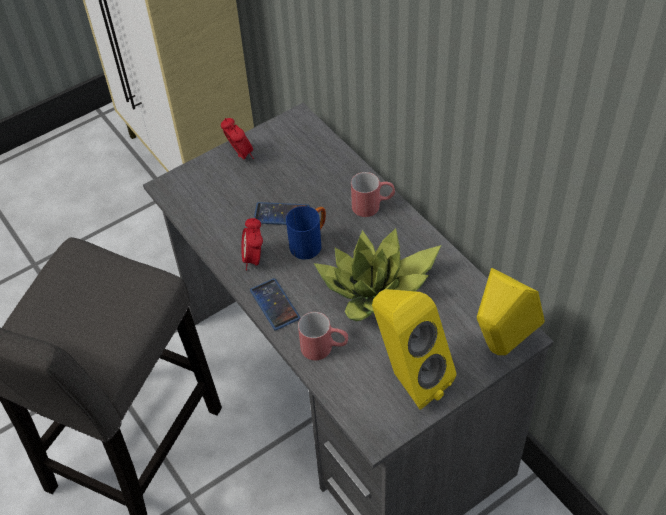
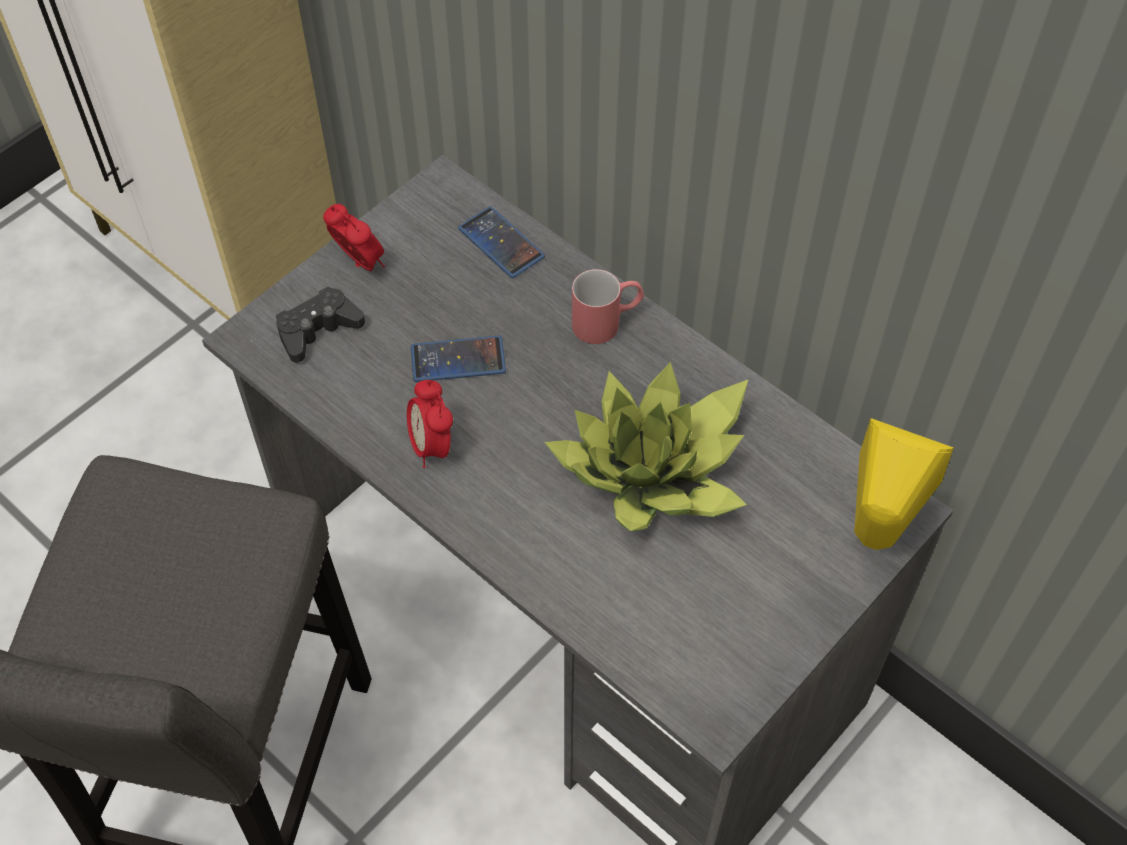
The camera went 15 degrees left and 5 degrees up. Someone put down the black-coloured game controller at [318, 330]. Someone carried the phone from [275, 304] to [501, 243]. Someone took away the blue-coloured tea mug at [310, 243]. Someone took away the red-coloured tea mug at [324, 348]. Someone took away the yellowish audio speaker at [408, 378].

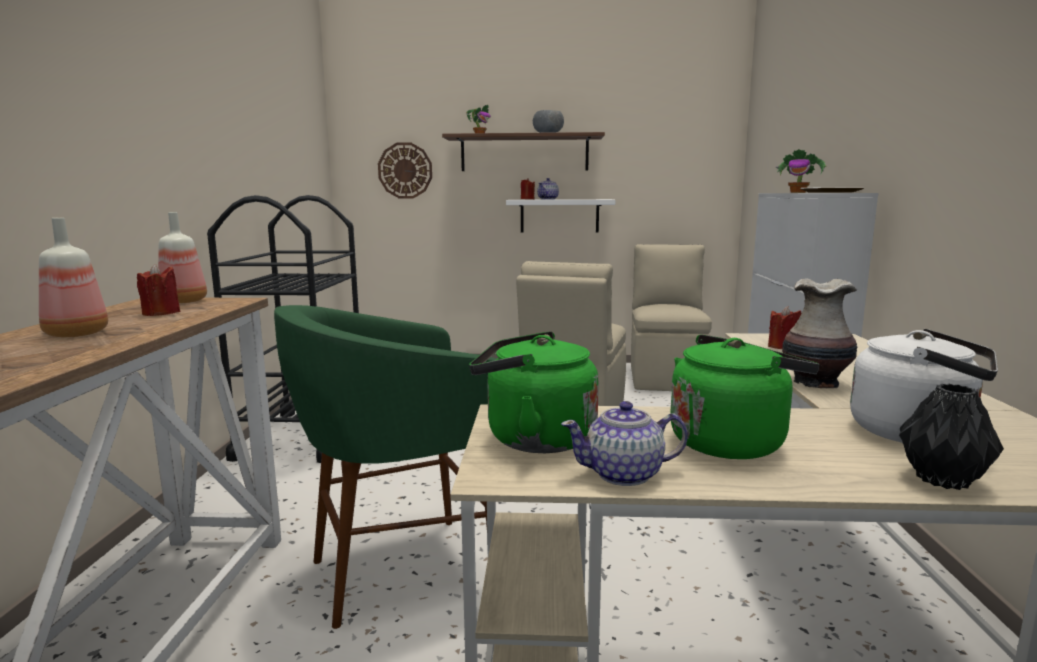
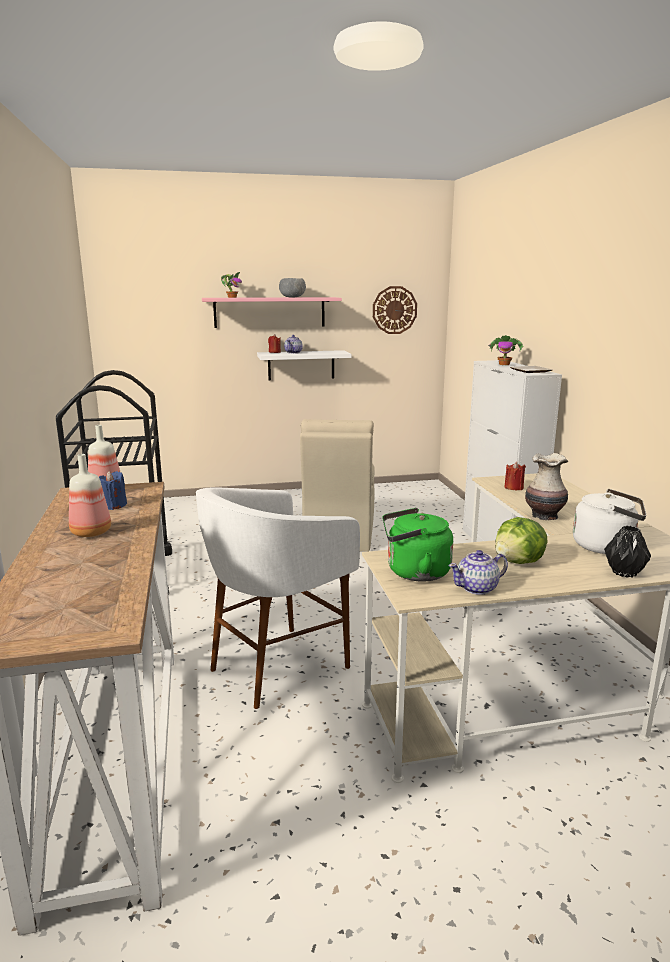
The camera went 15 degrees left and 5 degrees up. Someone repainted the red-coloured wax light at [161, 313], which became the blue-coloured wax light at [113, 506]. Someone repainted the greenish stool seat at [401, 571], which became the white stool seat at [277, 667]. Someone repainted the brownish bracket shelf at [524, 153], which became the pink-coloured bracket shelf at [269, 312]. Someone carried the hanging clock from [405, 170] to [394, 310]. Someone swapped the greenish water kettle at [731, 442] for the lettuce at [519, 562]. Someone took away the beige chair at [666, 377].

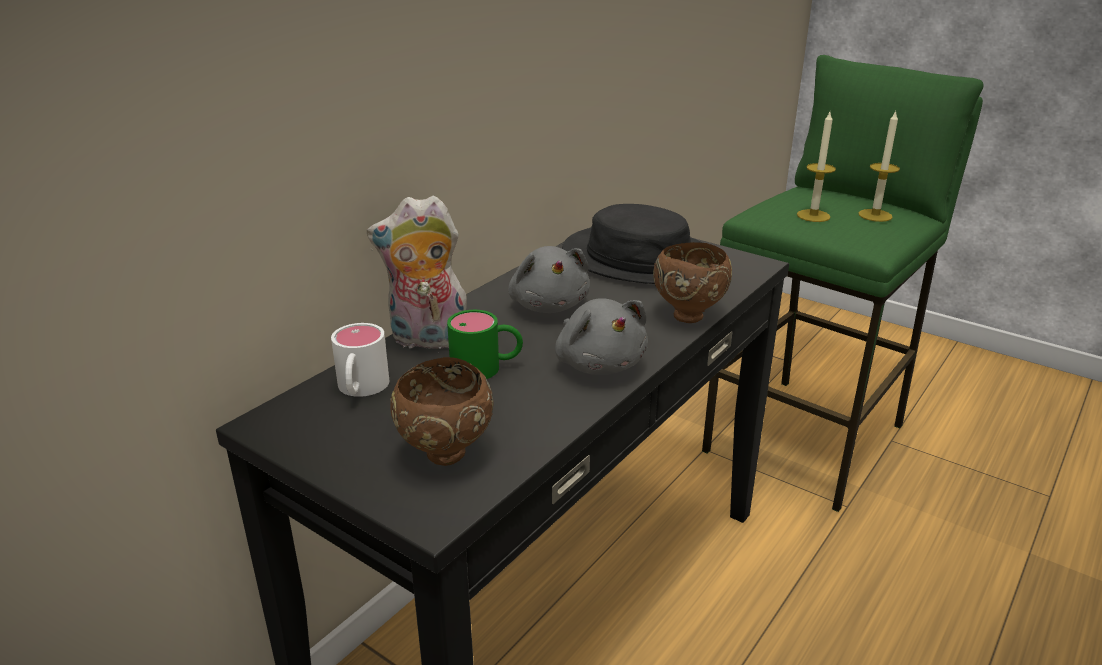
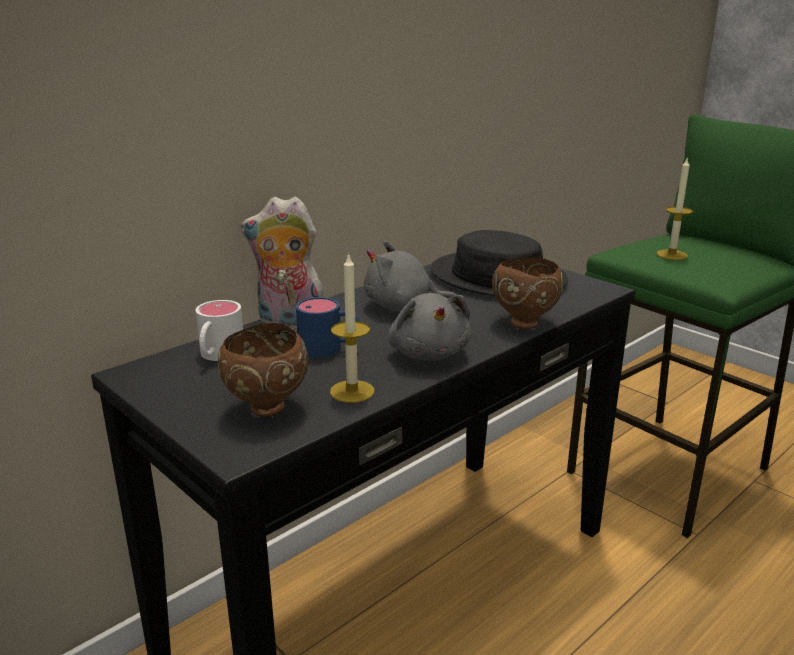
The camera went 10 degrees right and 5 degrees down. Someone repainted the greenish tea mug at [486, 367], which became the blue-coloured tea mug at [330, 348]. Someone carried the wax light from [875, 215] to [352, 391]. Someone rotated the gray soft toy at [549, 305] by 105 degrees clockwise.

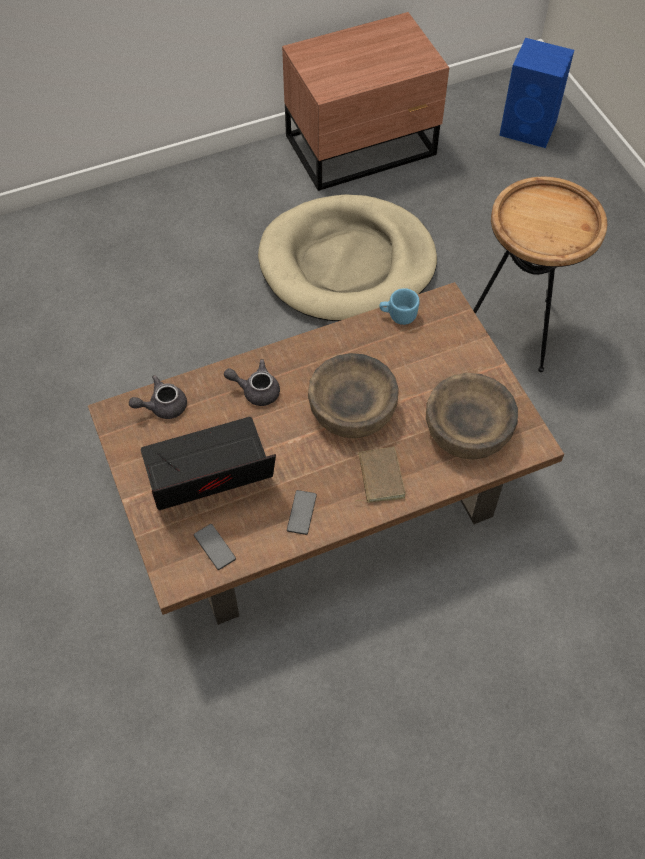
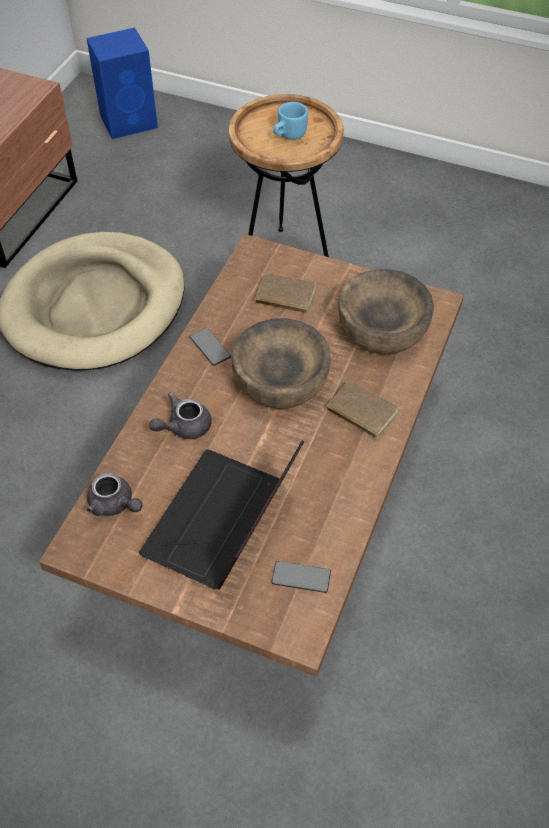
The camera went 45 degrees left and 5 degrees down. Someone rotated the gray tea pot at [162, 406] by 75 degrees counterclockwise. Someone carried the phone from [301, 512] to [210, 347]. Someone put down the brownish book at [285, 297]. Someone carried the blue-coloured tea mug from [398, 315] to [288, 135].

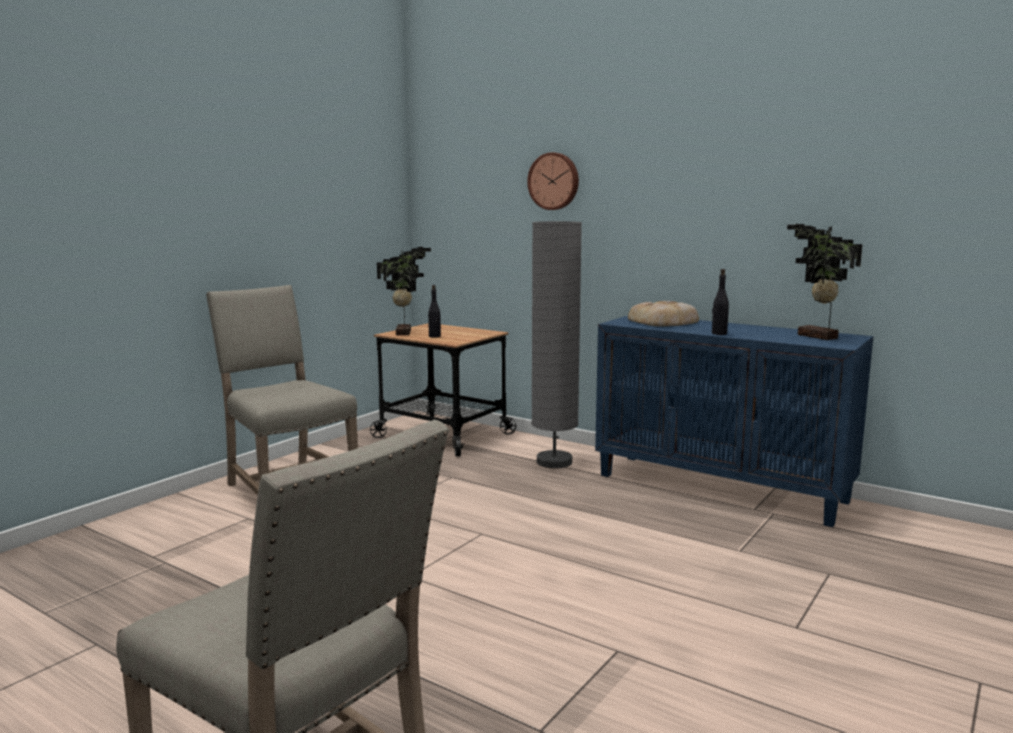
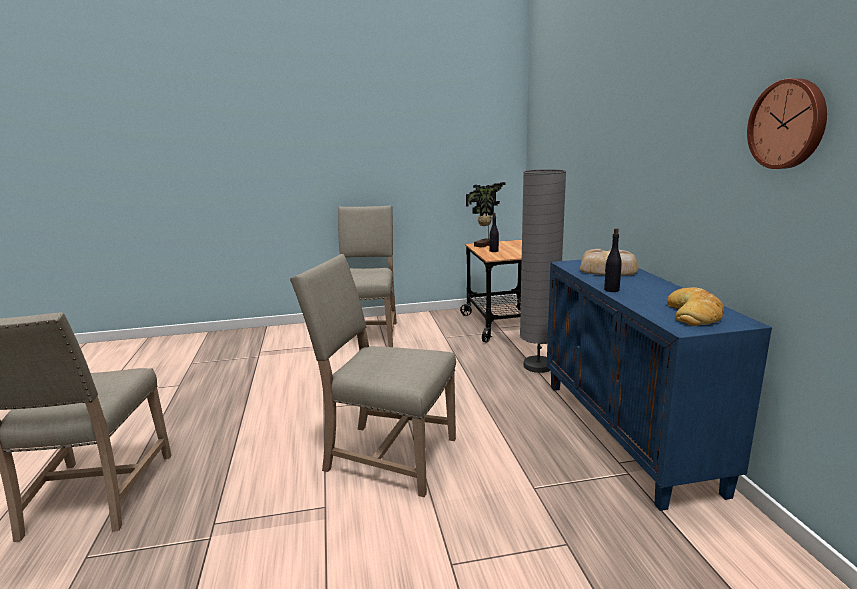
The camera went 45 degrees right and 5 degrees up. Someone put down the beige chair at [386, 455]. Someone swapped the potted plant at [816, 337] for the baked bread at [694, 314]. Someone carried the hanging clock from [554, 181] to [788, 124].

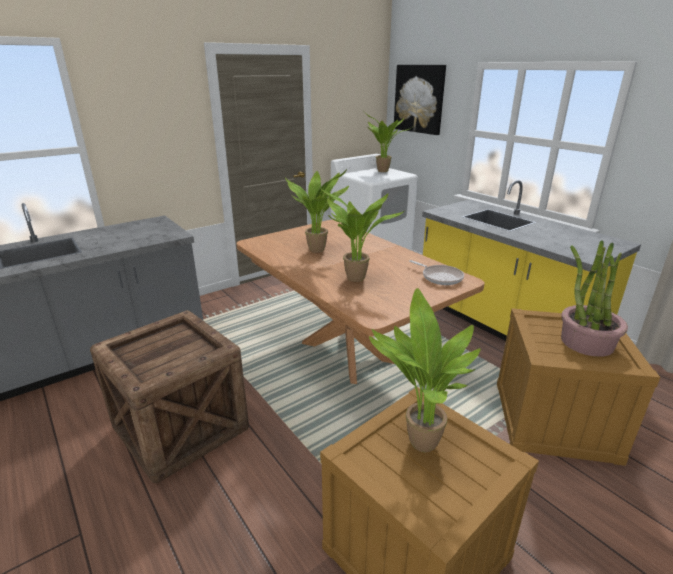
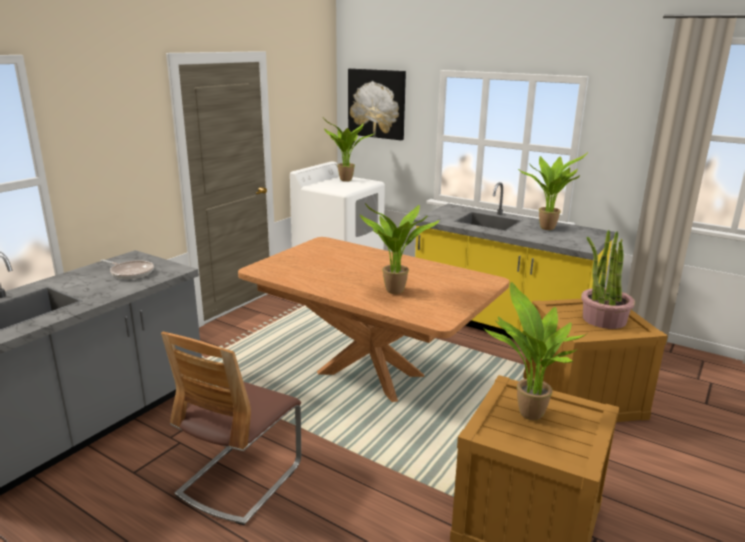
The camera went 20 degrees left and 5 degrees down. Someone carried the skillet from [440, 277] to [130, 272]. Someone swapped the crate at [179, 428] for the chair at [240, 479]. Someone carried the potted plant from [319, 249] to [547, 227].

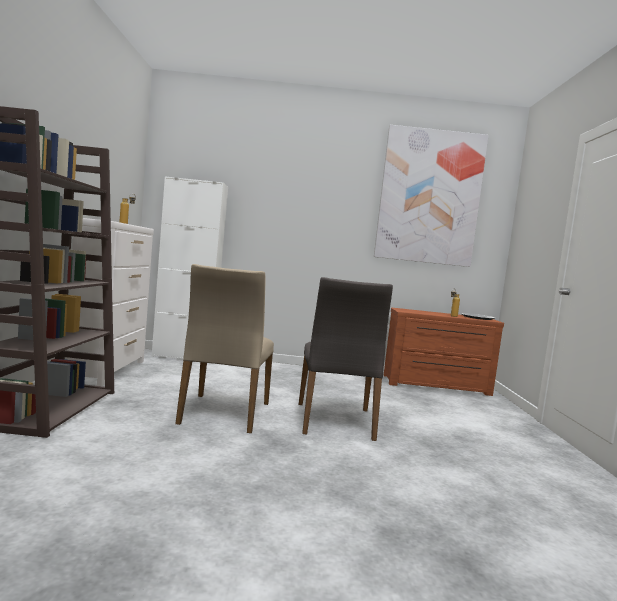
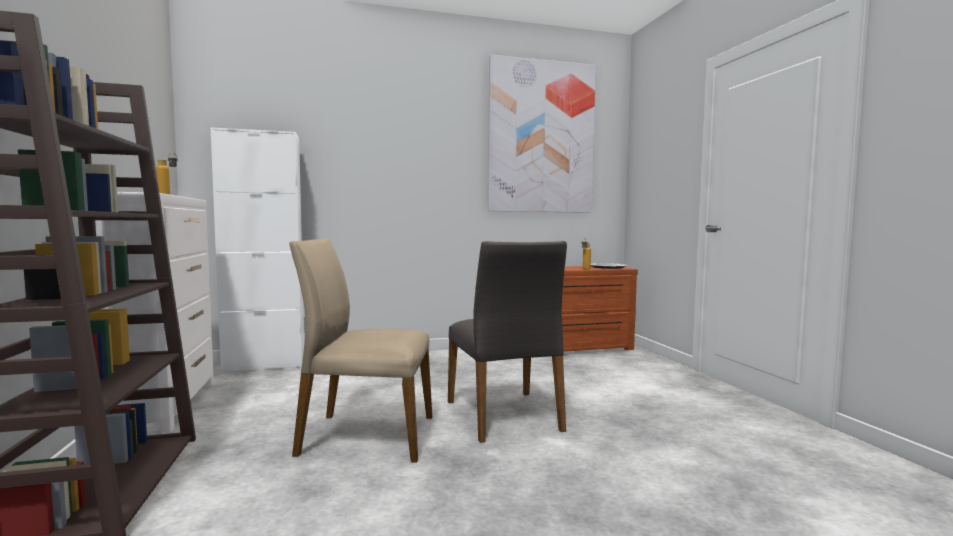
The camera went 15 degrees left and 0 degrees up. Someone rotated the beige chair at [224, 413] by 105 degrees clockwise.

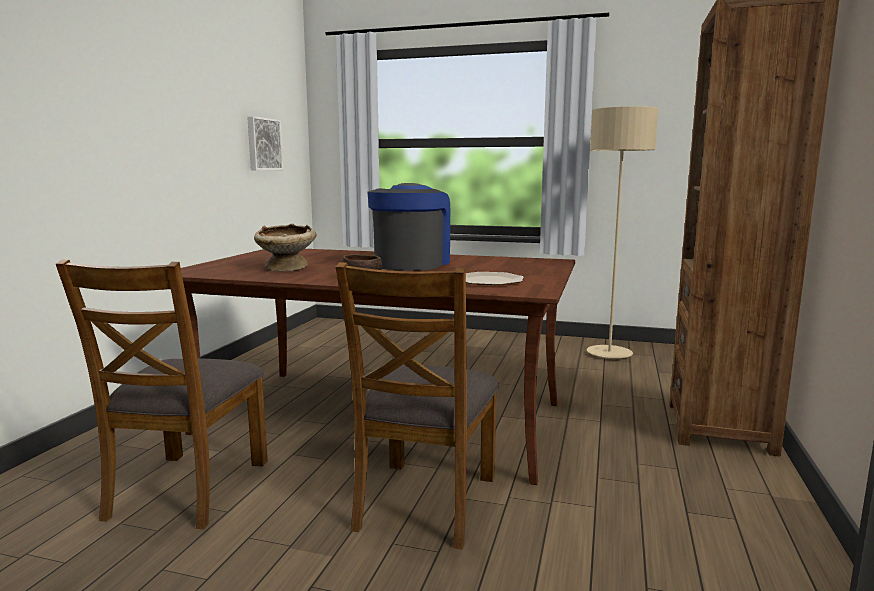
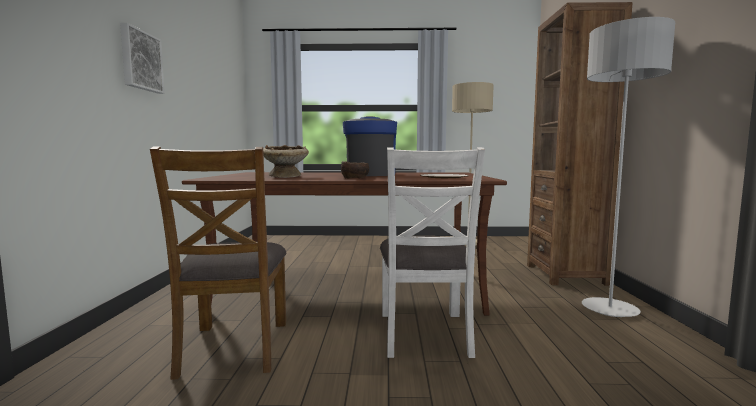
The camera went 15 degrees left and 5 degrees down. Someone carried the wall art from [263, 144] to [140, 60]. Someone repainted the brownish chair at [425, 502], which became the white chair at [425, 333]. Someone put down the gray standard lamp at [609, 309].

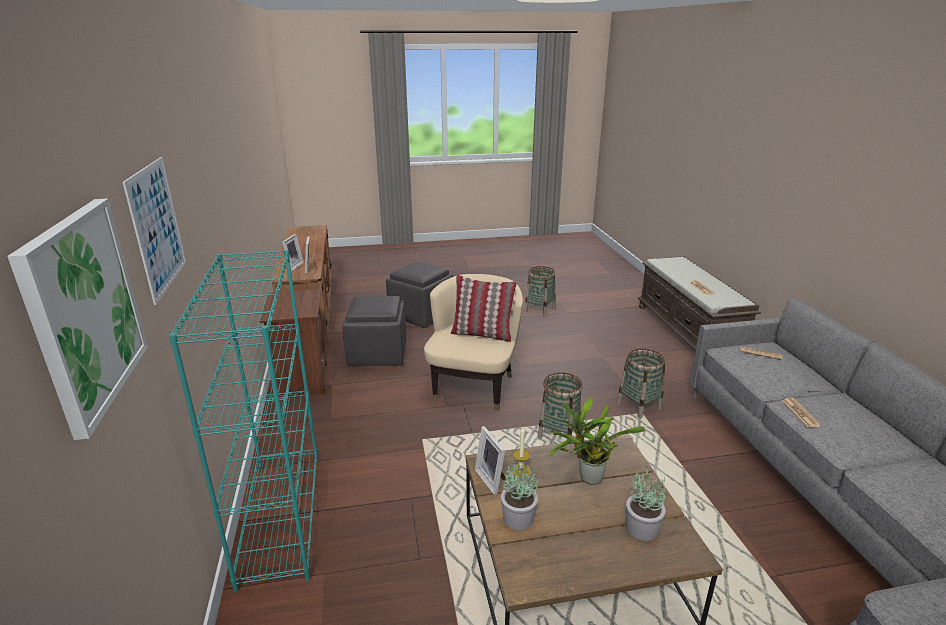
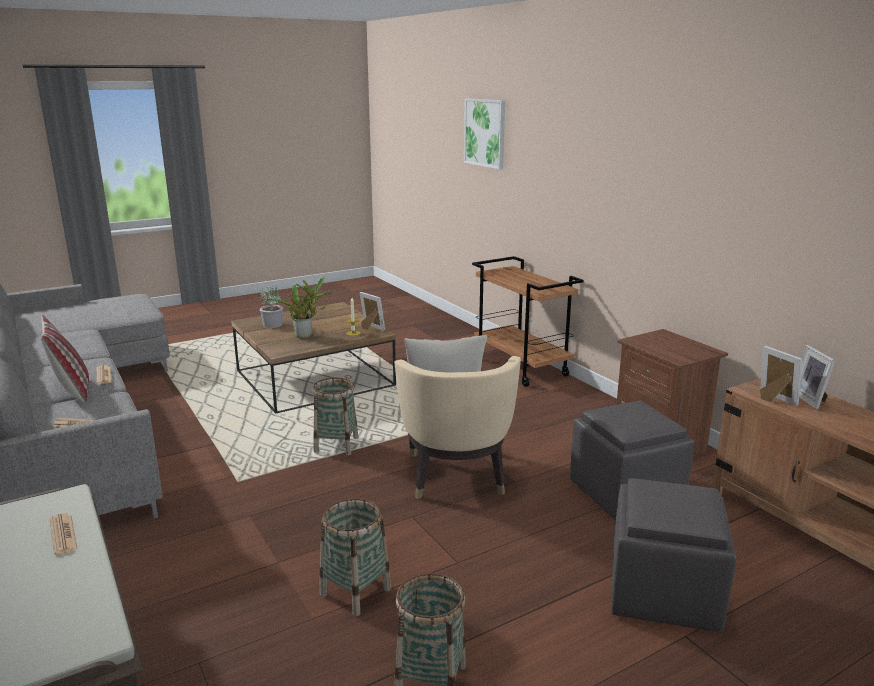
The camera went 160 degrees right and 5 degrees down. Someone put down the throw pillow at [72, 390]. Someone carried the basket from [639, 406] to [355, 592]. Someone swapped the turquoise-coloured bookcase at [281, 516] for the brownish trolley at [522, 367]. Someone took away the wall art at [157, 227]. Someone took away the potted plant at [518, 519].

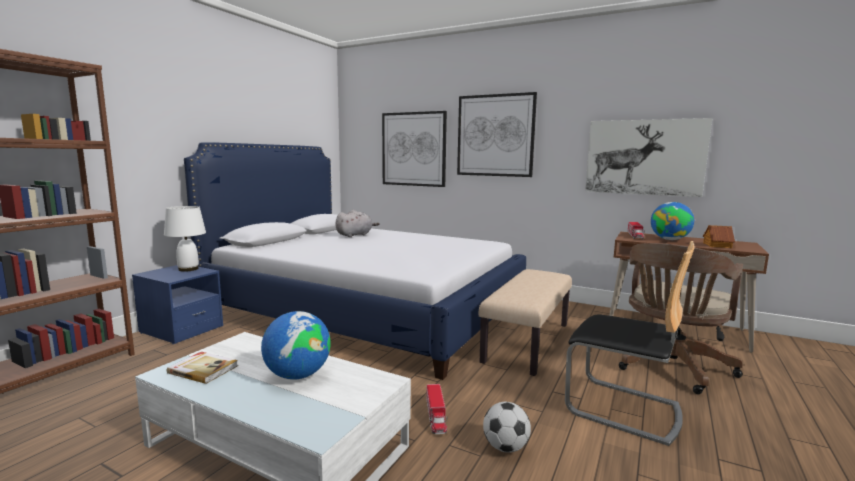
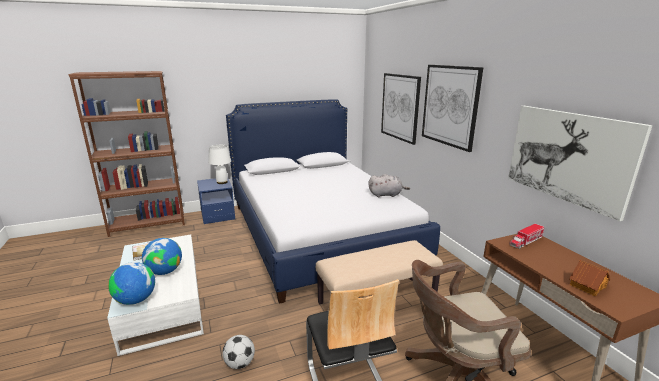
The camera went 40 degrees right and 10 degrees up. Someone carried the world globe from [670, 239] to [136, 300]. Someone carried the gray soft toy from [355, 235] to [386, 195]. Someone took away the toy lorry at [436, 416].

